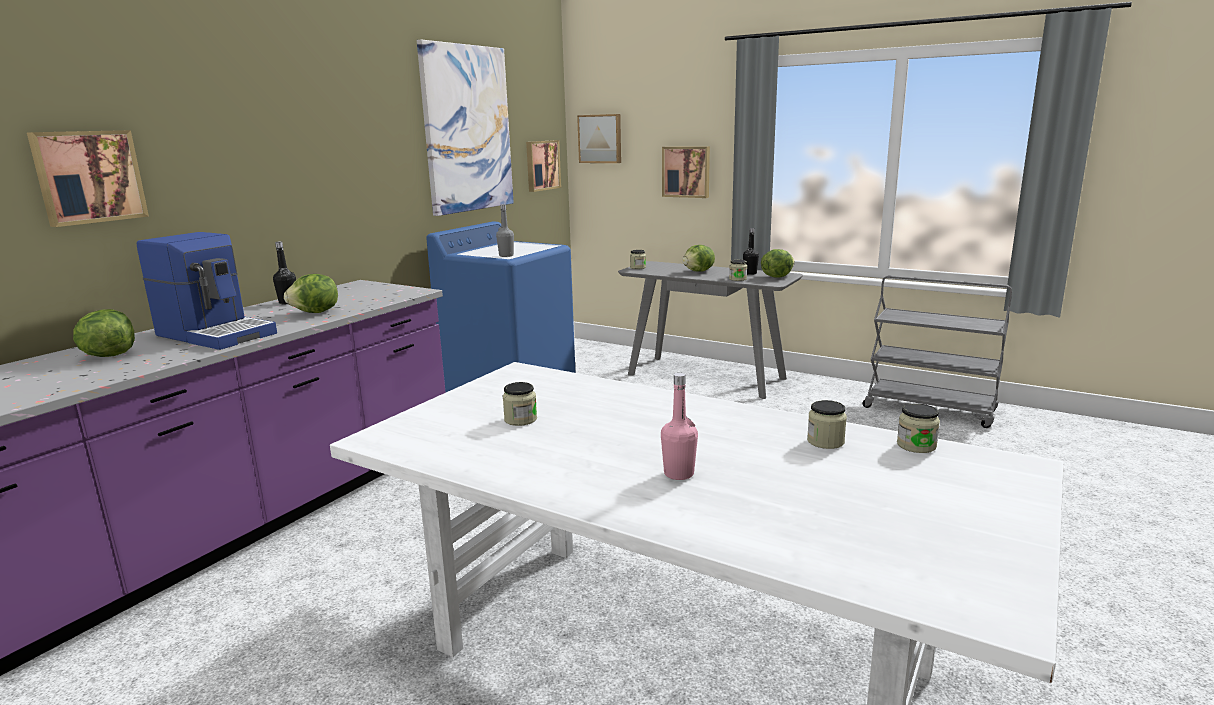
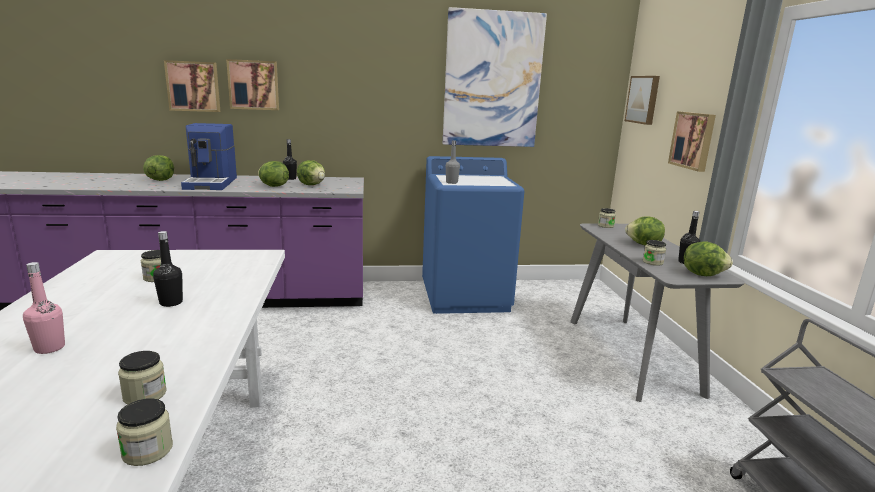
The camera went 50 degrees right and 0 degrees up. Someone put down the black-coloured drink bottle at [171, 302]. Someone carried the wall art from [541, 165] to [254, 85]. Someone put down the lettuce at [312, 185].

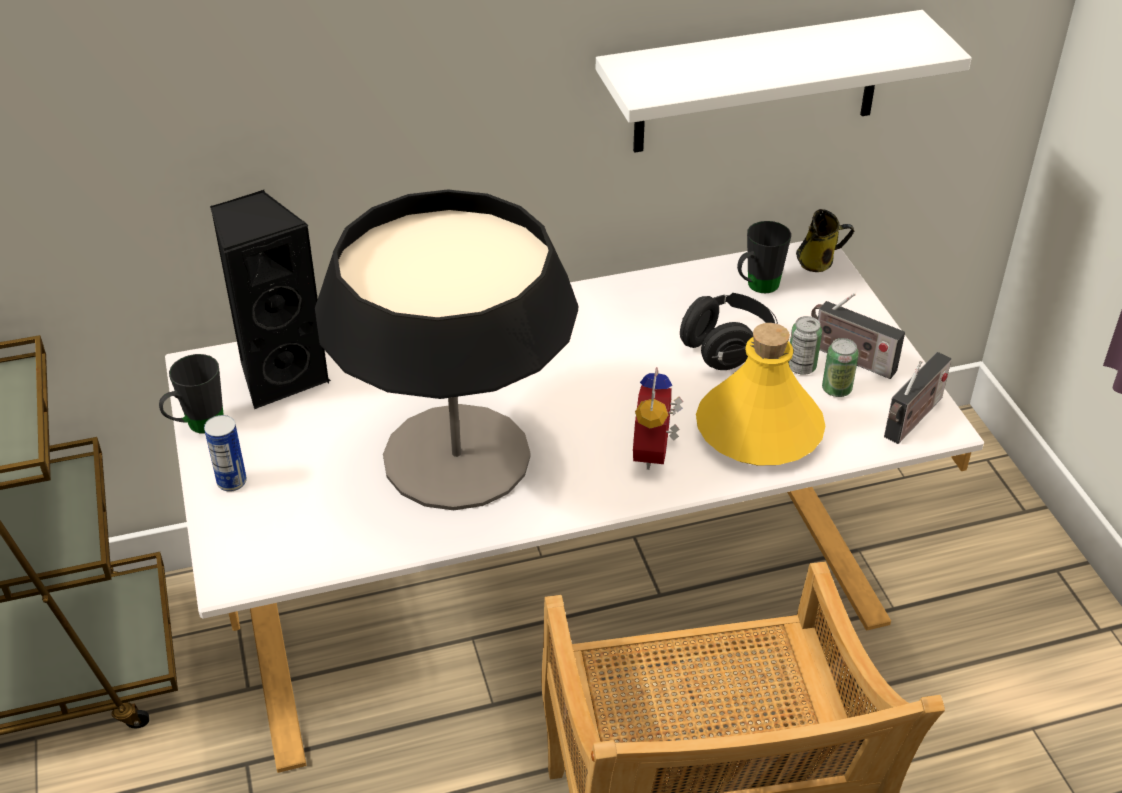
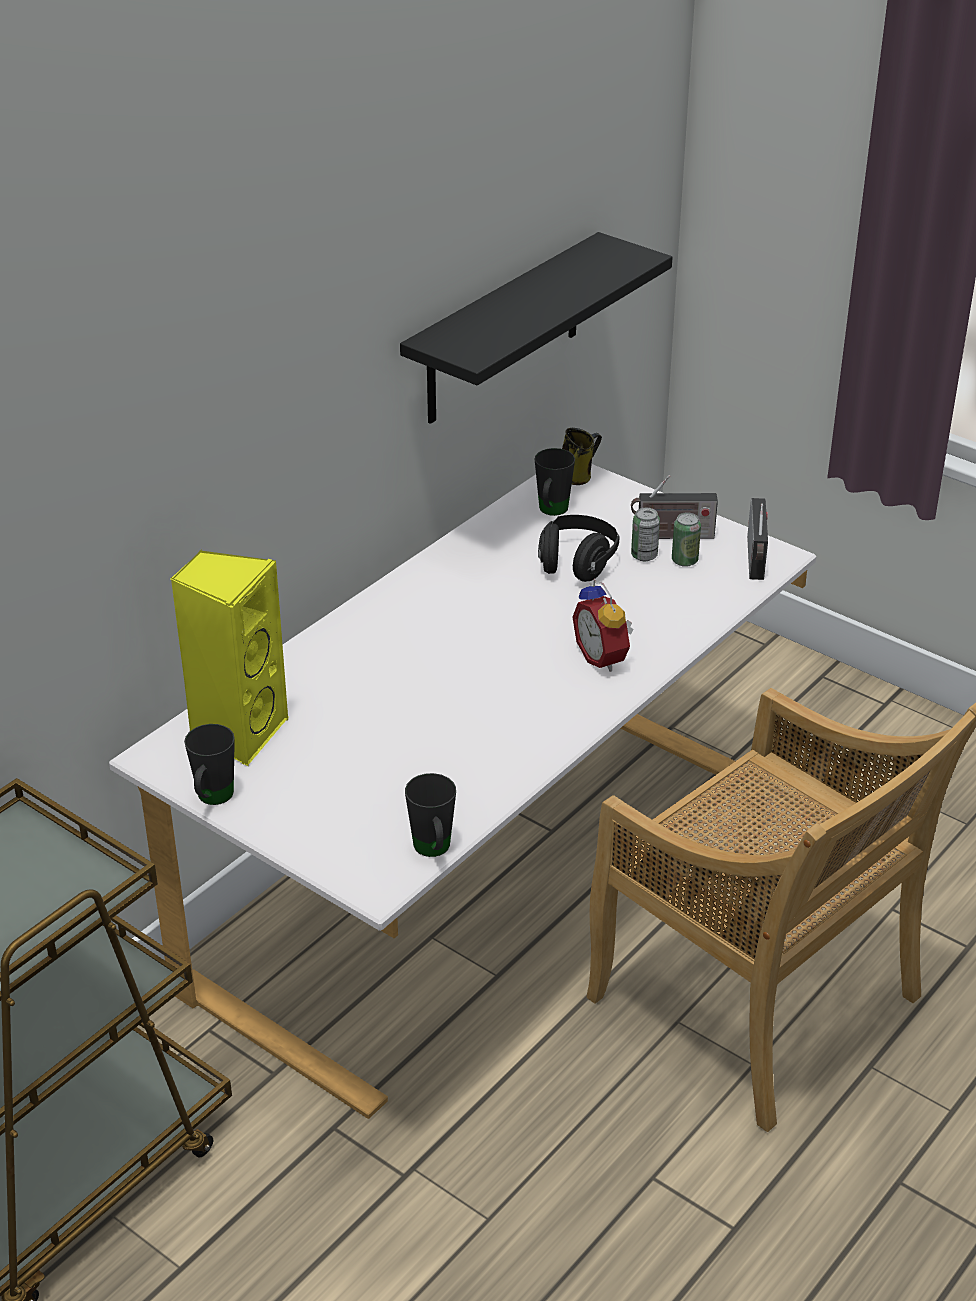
The camera went 35 degrees left and 5 degrees down. Someone repainted the black-coloured audio speaker at [280, 375], which became the yellowish audio speaker at [237, 732]. Someone repainted the white bracket shelf at [758, 83], which became the black-coloured bracket shelf at [503, 331]. Someone put down the black-coloured tea mug at [433, 851]. Someone took away the sealed can at [232, 482]. Someone took away the table lamp at [457, 457]. Someone took away the yellowish drink bottle at [758, 430].

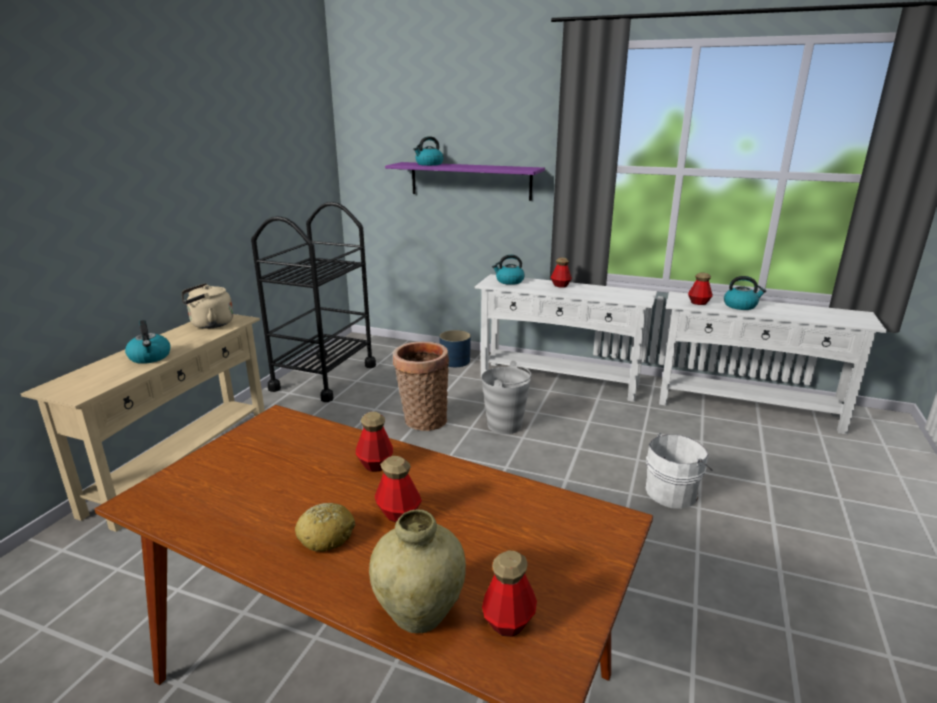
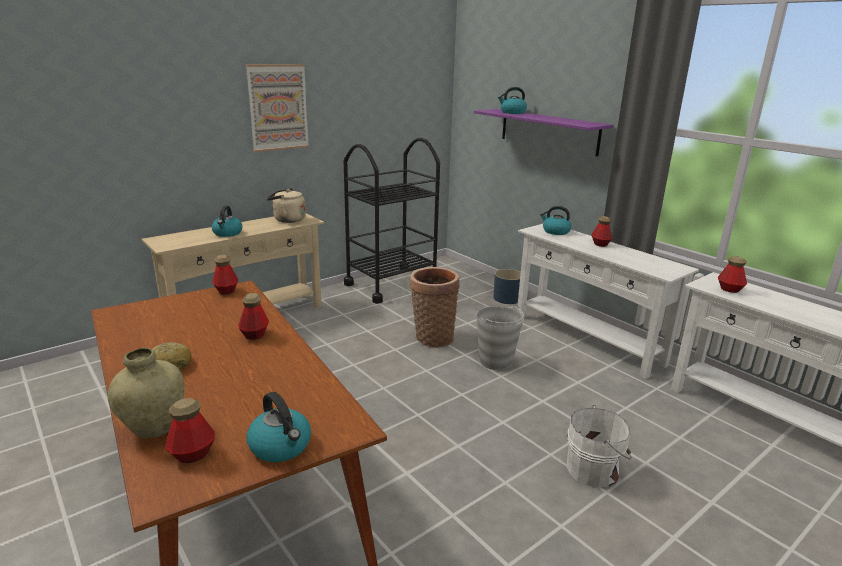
The camera went 30 degrees right and 0 degrees up. Someone carried the drink bottle from [398, 513] to [226, 291]. Someone put up the wall art at [278, 107]. Someone carried the water kettle from [740, 306] to [281, 446].

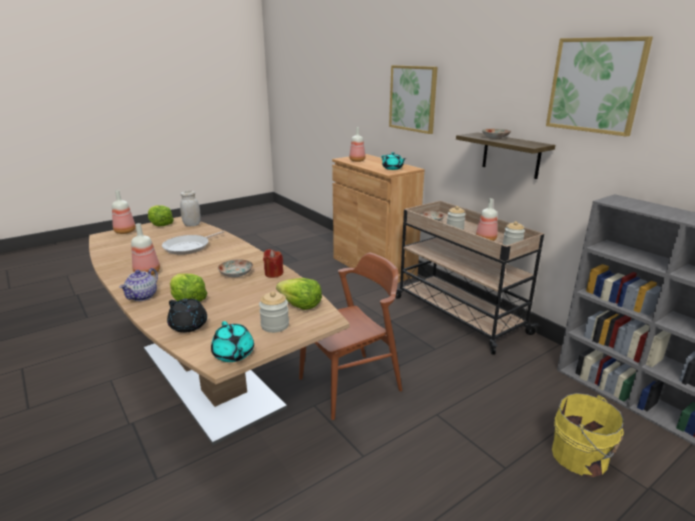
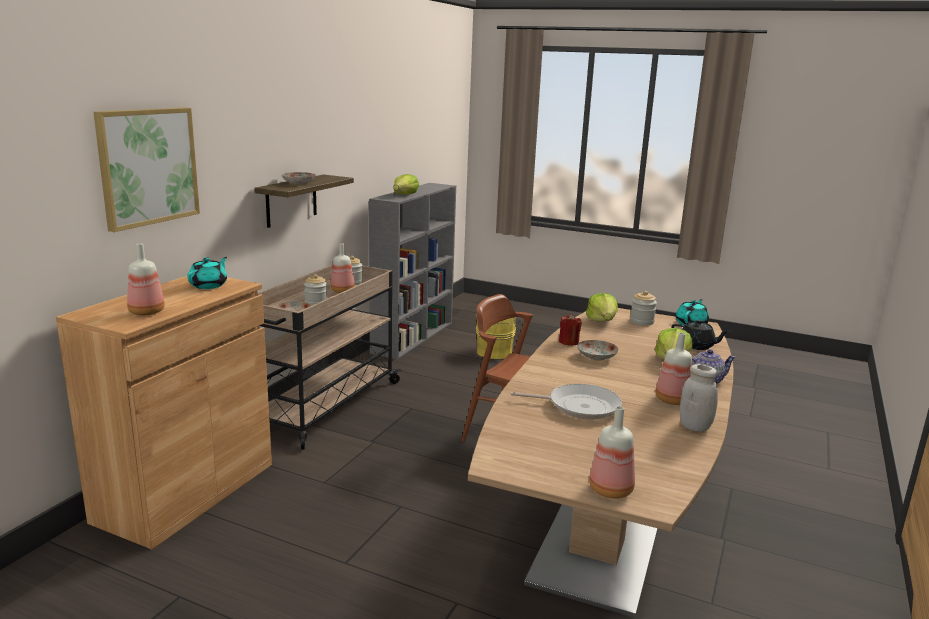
The camera went 120 degrees left and 5 degrees down. Someone carried the lettuce from [160, 224] to [405, 195]. Someone rotated the black-coloured tea pot at [189, 326] by 105 degrees clockwise. Someone carried the white storage jar from [192, 225] to [695, 426]. Someone took away the wall art at [595, 85].

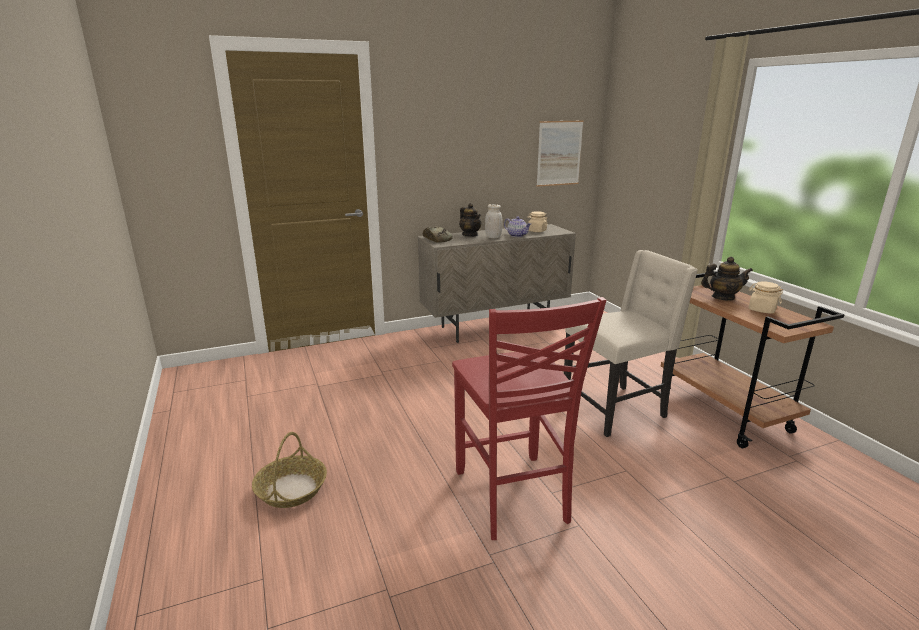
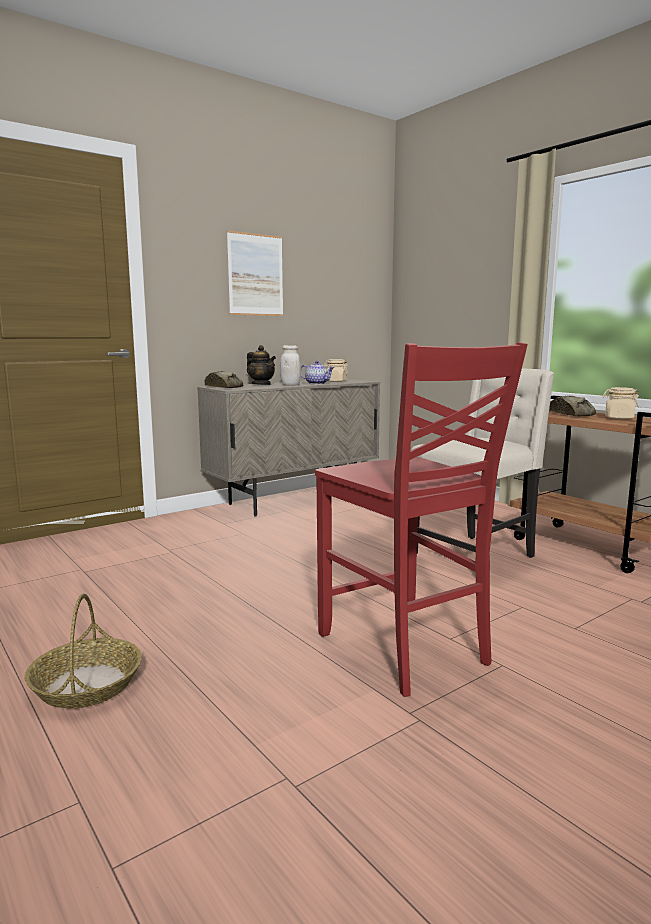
The camera went 15 degrees left and 10 degrees down. Someone carried the wall art from [559, 153] to [255, 275]. Someone swapped the tea pot at [722, 298] for the baked bread at [572, 414].

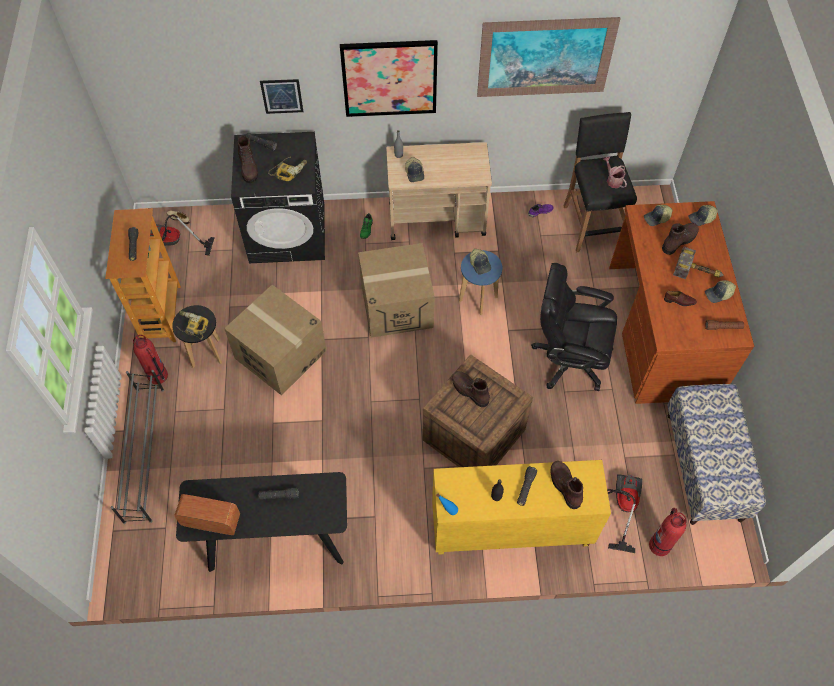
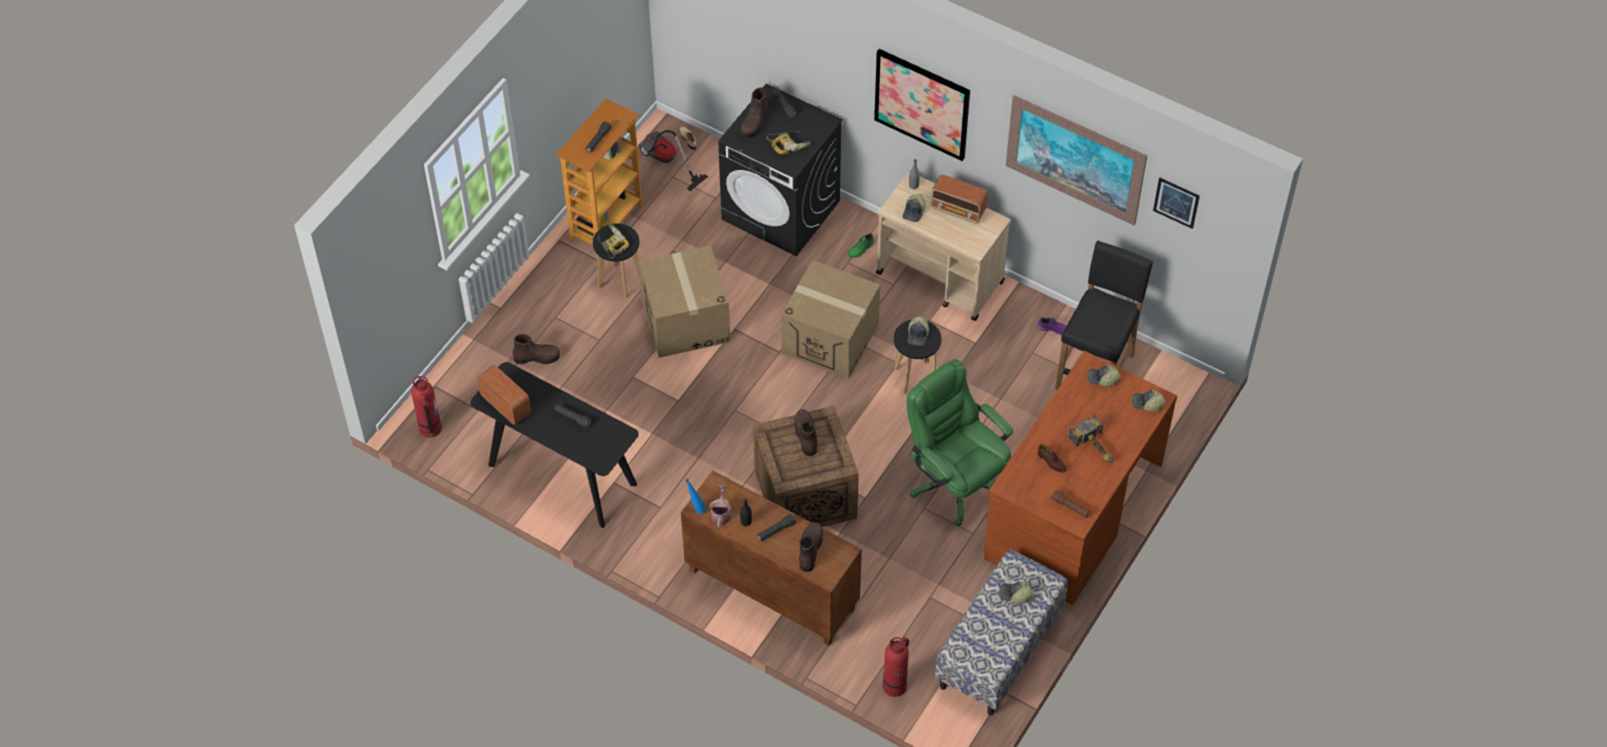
The camera went 35 degrees right and 5 degrees down. Someone carried the extinguisher from [158, 376] to [430, 428]. Someone carried the brownish boot from [679, 241] to [537, 357]. Someone repainted the yellowish storage cabinet at [510, 529], which became the brownish storage cabinet at [770, 590]. Someone carried the sprinkling can from [613, 180] to [721, 513]. Someone repainted the blue-coloured stool seat at [478, 299], which became the black-coloured stool seat at [915, 377]. Someone repainted the black-coloured office chair at [569, 358], which became the greenish office chair at [955, 482]. Someone put down the radio receiver at [958, 210]. Someone carried the baseball cap from [719, 294] to [1015, 595]. Someone carried the wall art from [282, 96] to [1176, 202]. Someone took away the gray shoe shelf at [144, 453]. Someone took away the hoover at [622, 507].

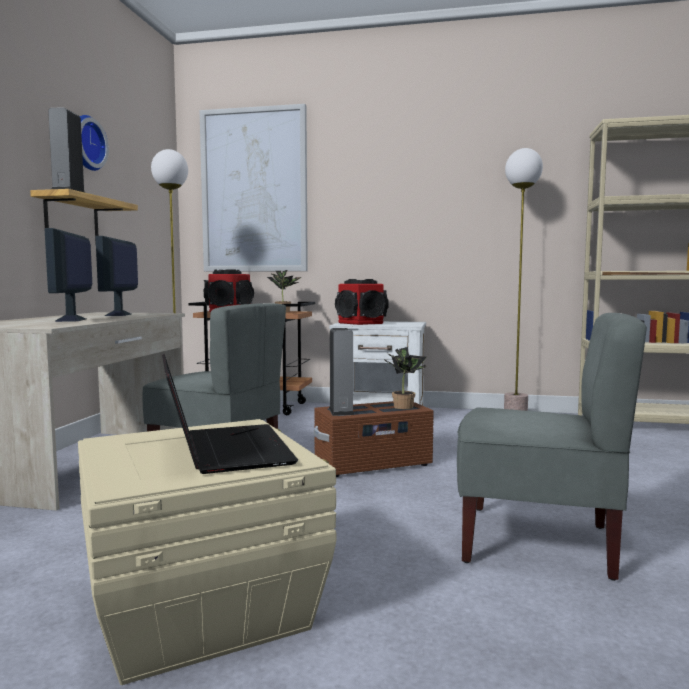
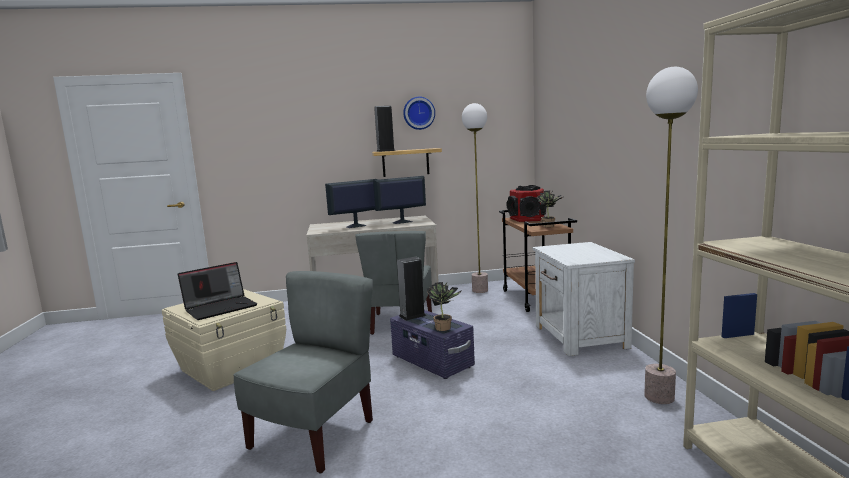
The camera went 70 degrees right and 5 degrees up. Someone rotated the gray chair at [538, 542] by 150 degrees counterclockwise. Someone repainted the brownish storage container at [373, 464], which became the purple-coloured storage container at [432, 362]. Someone took away the wall art at [254, 191]. Someone took away the audio speaker at [362, 323].

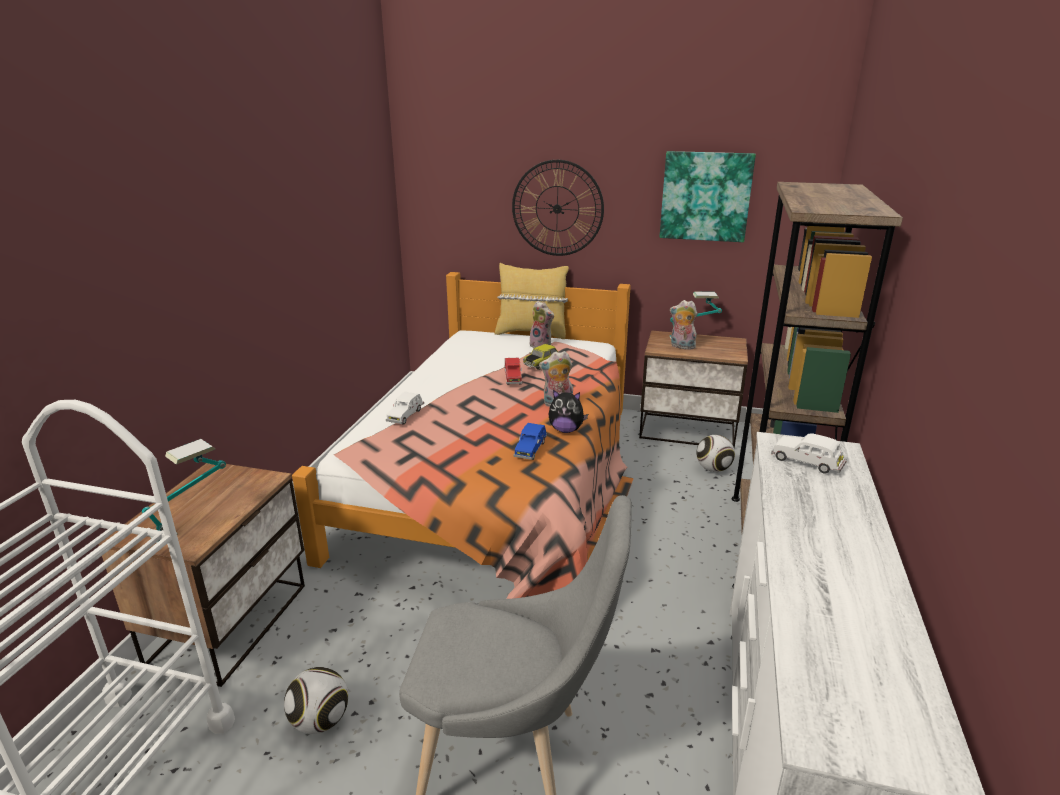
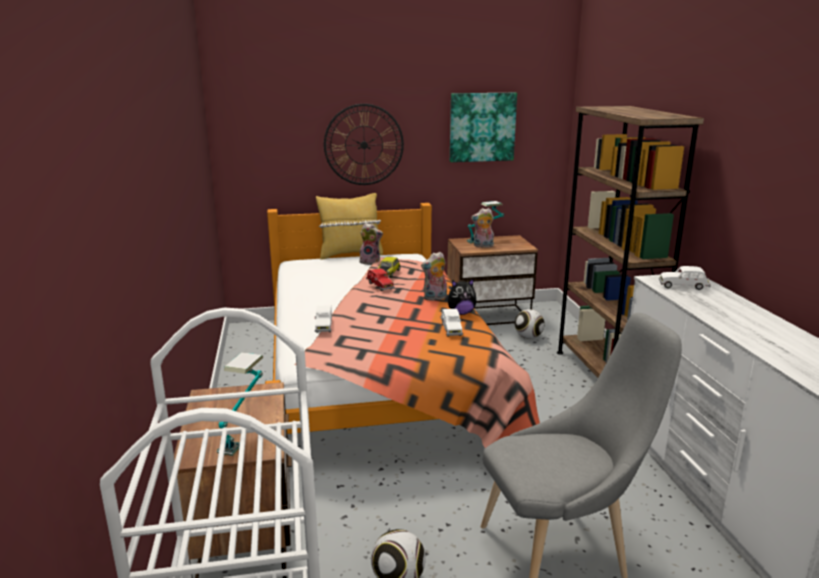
The camera went 25 degrees left and 5 degrees down. Someone repainted the blue-coloured miniature car at [531, 449], which became the white miniature car at [451, 329].

